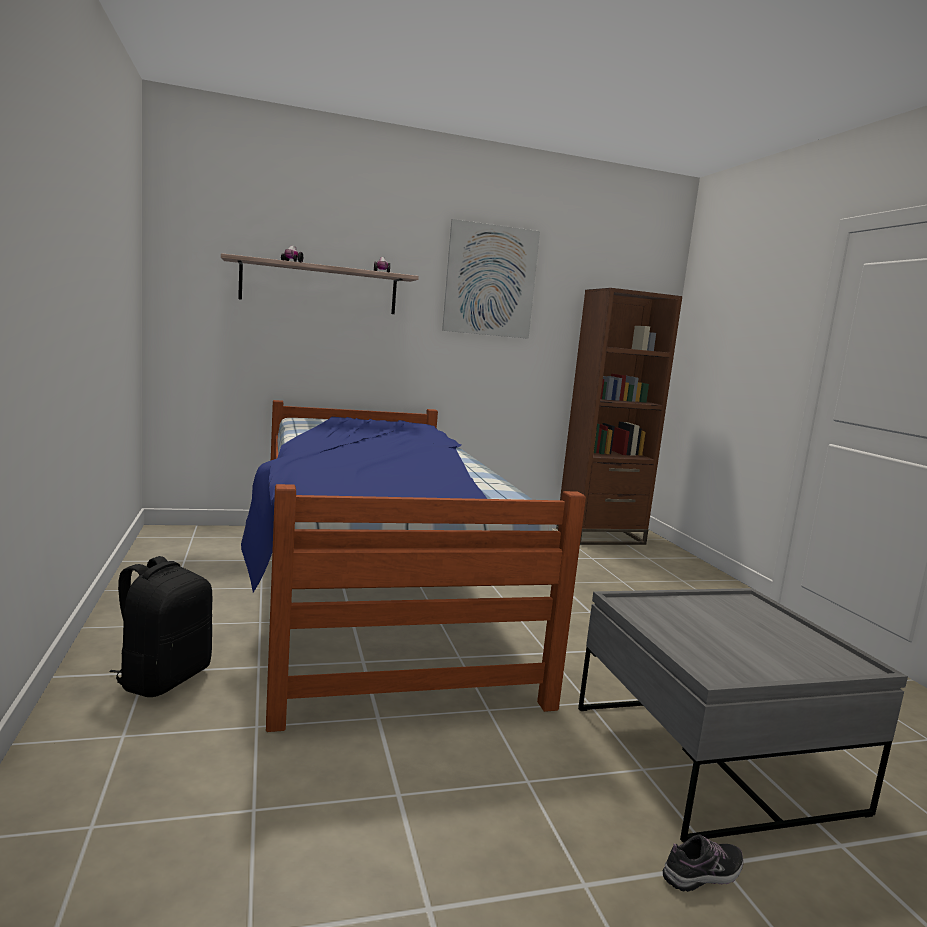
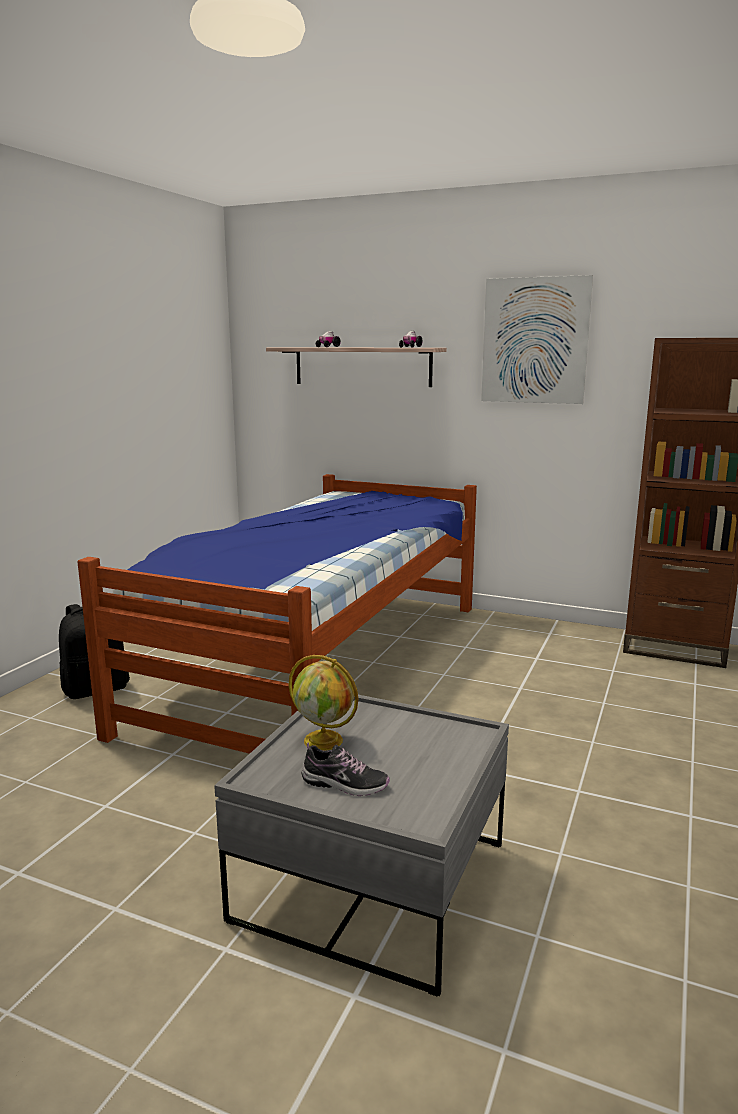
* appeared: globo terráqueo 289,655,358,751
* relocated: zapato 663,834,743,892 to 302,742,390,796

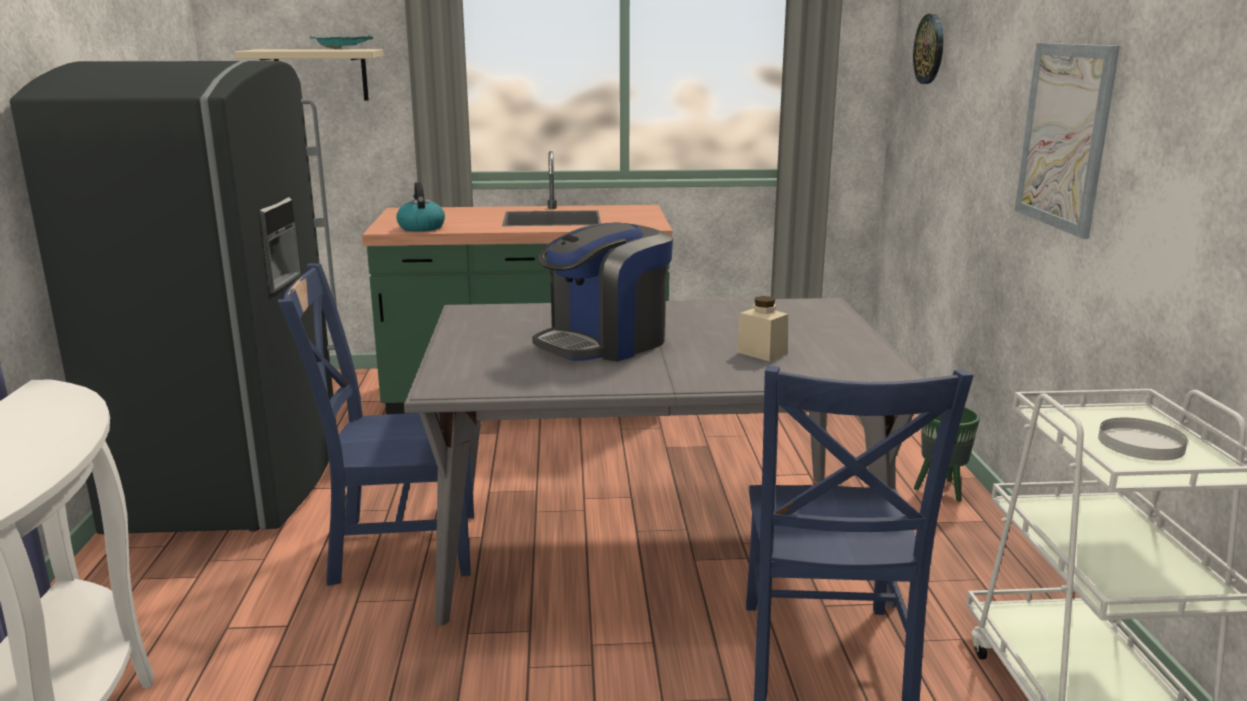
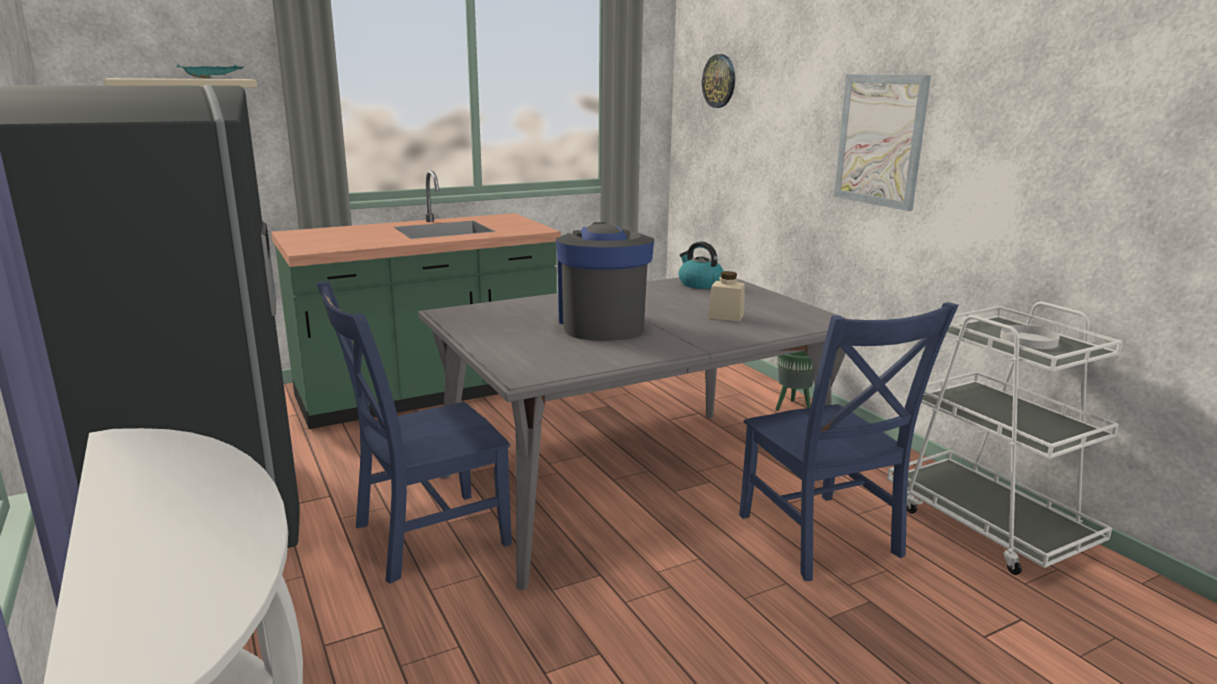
* relocated: hervidor 396,182,445,232 to 679,242,724,289
* spun: cafetera 532,222,673,361 = 556,222,654,341 150 degrees clockwise

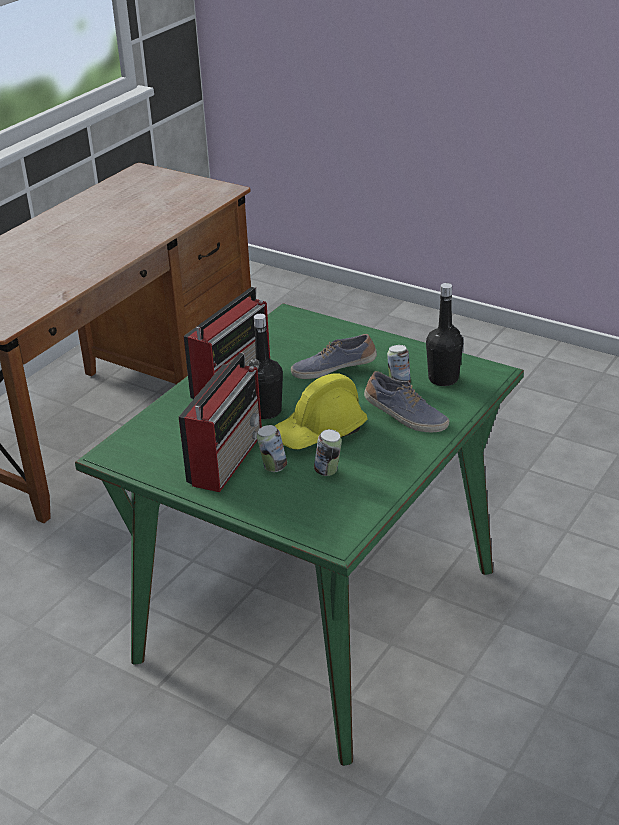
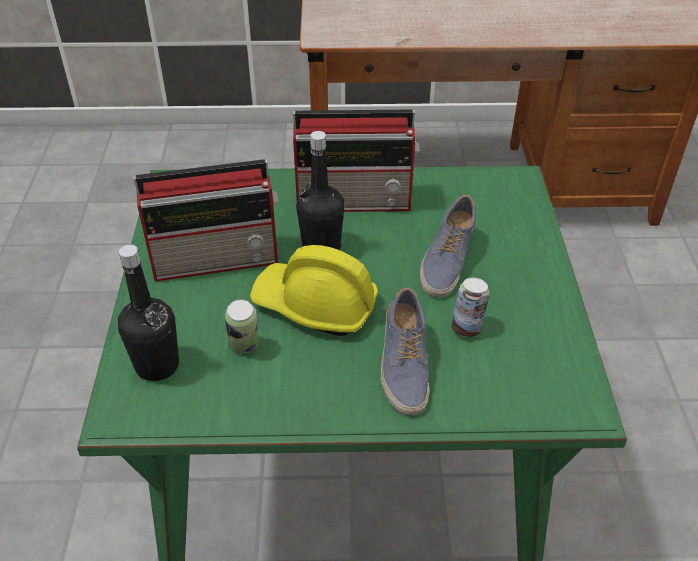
* missing: lata 257,425,287,472
* relocated: botella [negro] 426,283,463,386 to 118,245,179,381
* spun: zapato 291,334,377,379 = 420,195,477,298 120 degrees counterclockwise

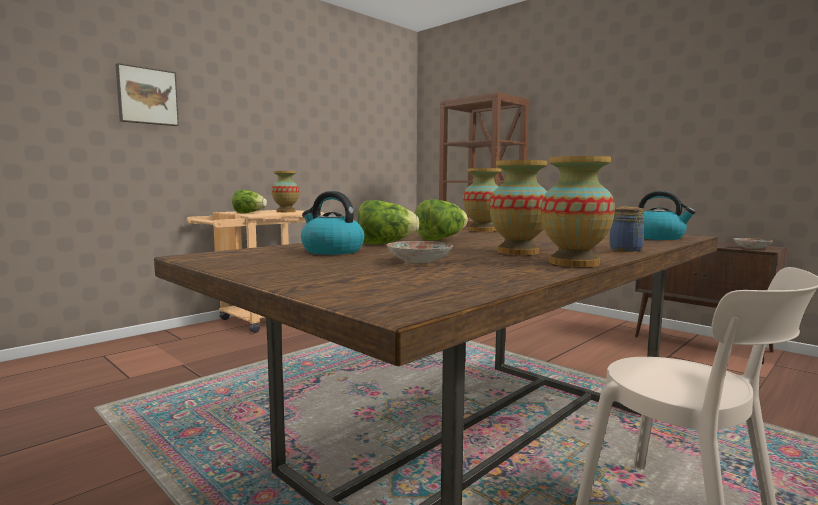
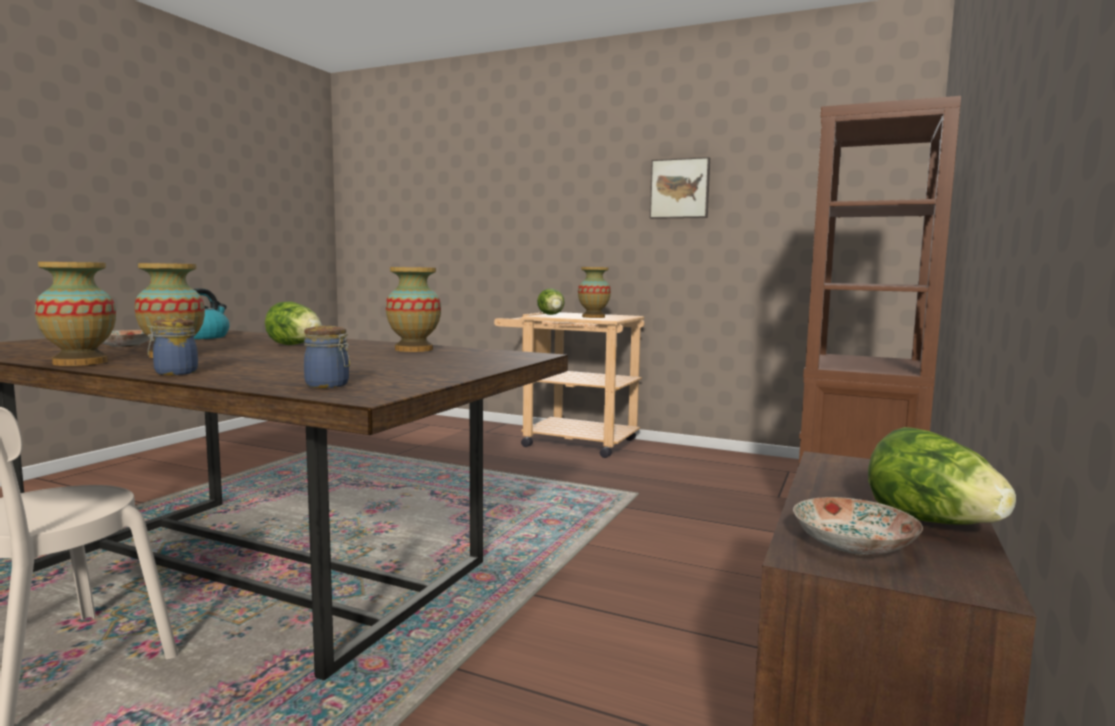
* relocated: cuadro 115,63,179,126 to 650,157,710,219
* relocated: lechuga 357,200,419,245 to 868,427,1016,525
* exchanged: hervidor 639,191,696,240 to tarro 304,326,350,388

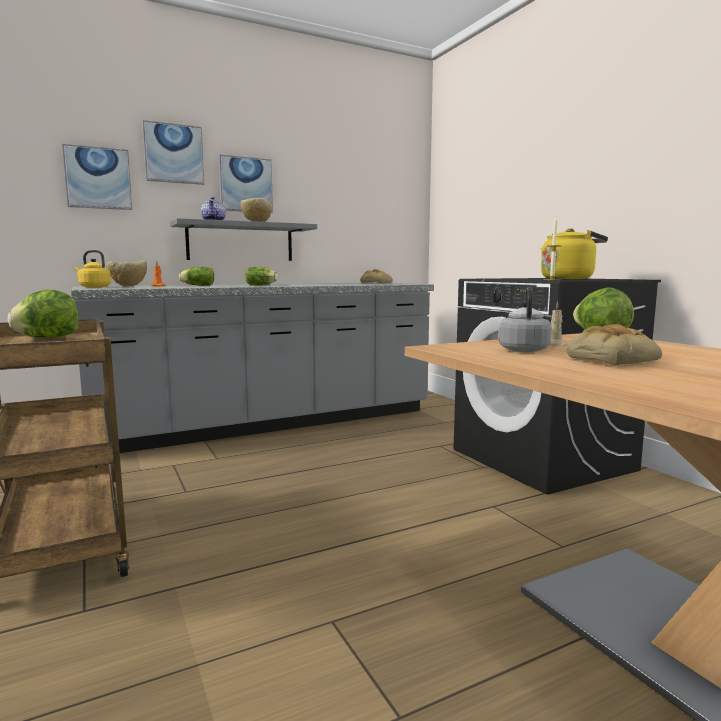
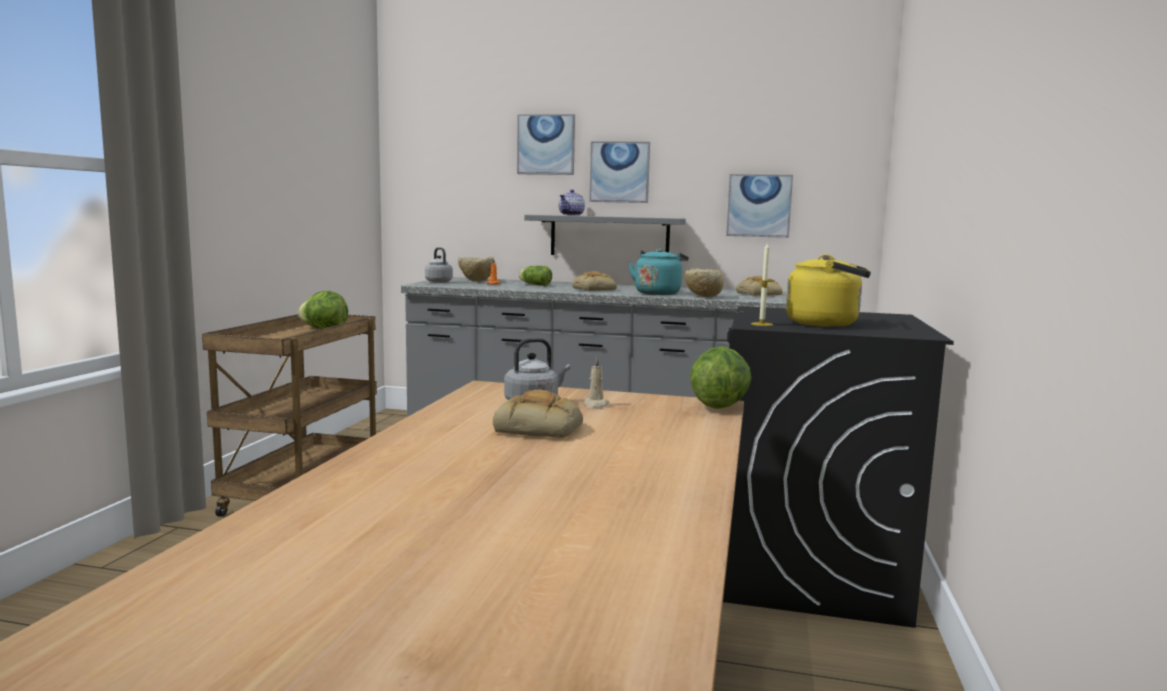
* appeared: hervidor [turquesa] 628,248,689,295
* relocated: cuadro 62,144,132,210 to 726,174,793,238
* relocated: cuenco [beis] 240,198,272,222 to 685,268,724,297
* exchanged: lechuga 245,267,278,285 to pan 572,271,617,291
* colour: hervidor [amarillo] 74,250,111,288 to hervidor [gris] 425,247,453,283

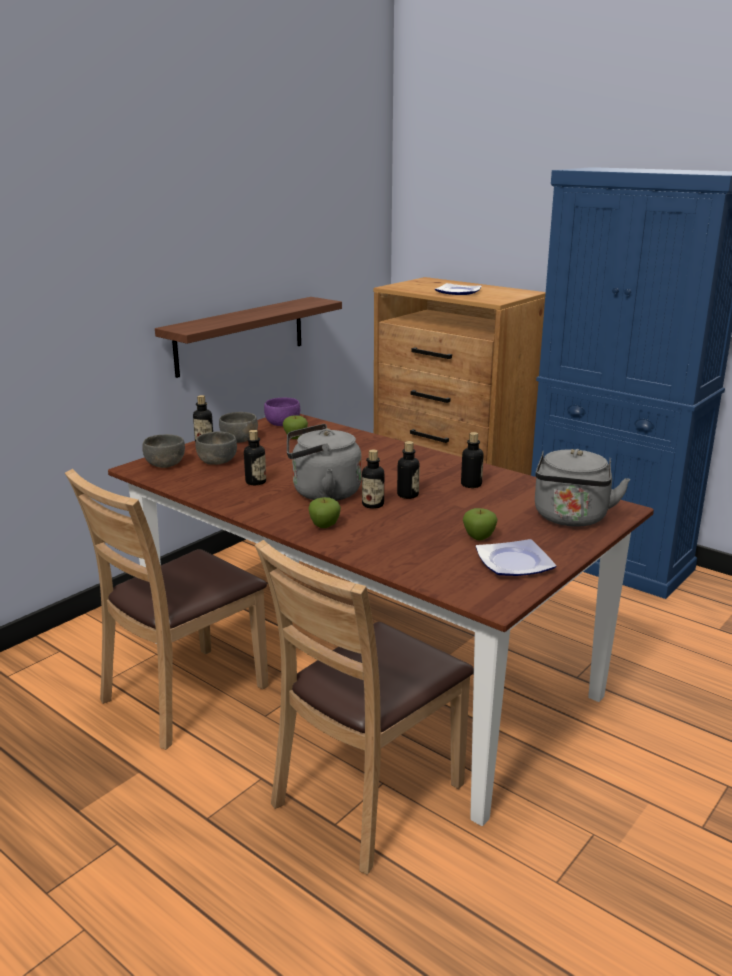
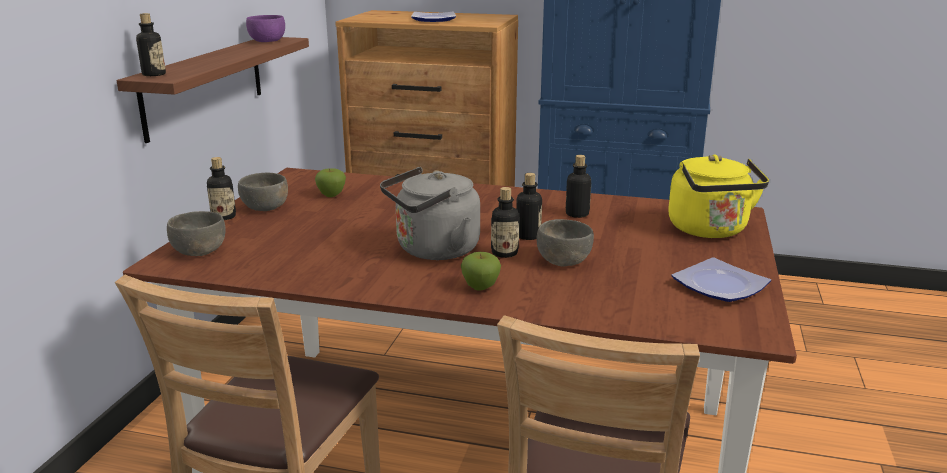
* missing: manzana 463,508,498,541
* relocated: cuenco [gris] 196,432,237,465 to 537,219,594,266
* relocated: botella 244,430,266,485 to 136,13,166,76
* relocated: cuenco [morado] 264,398,300,426 to 246,15,285,42
* colour: hervidor [gris] 535,449,630,527 to hervidor [amarillo] 668,154,769,238

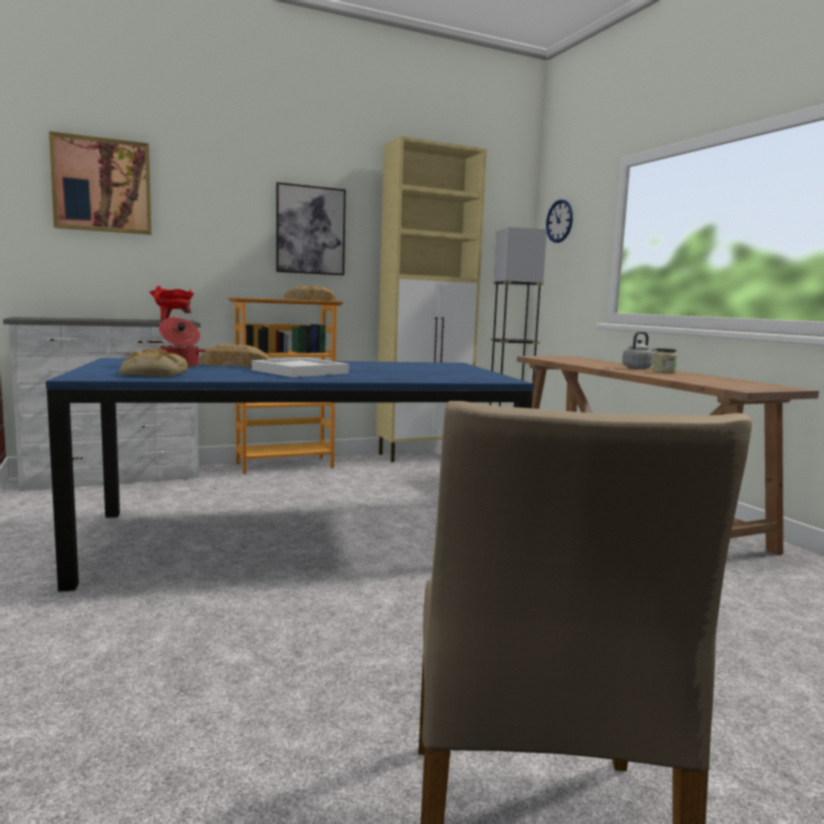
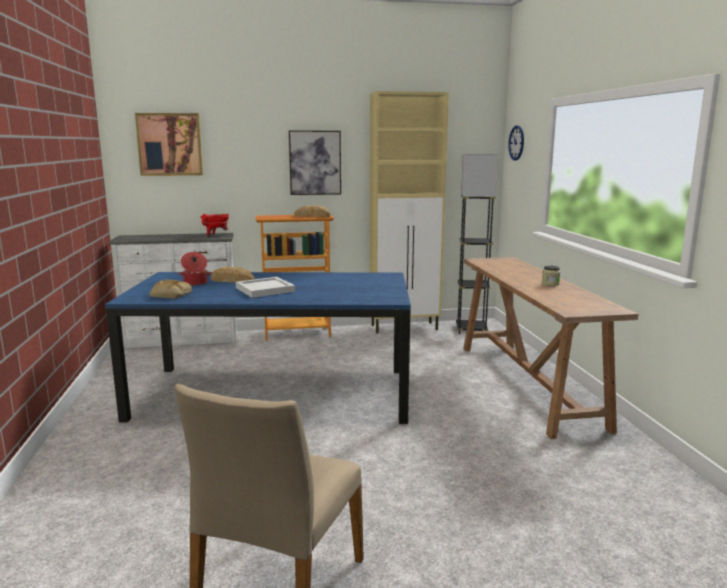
* missing: hervidor [gris] 622,331,656,369

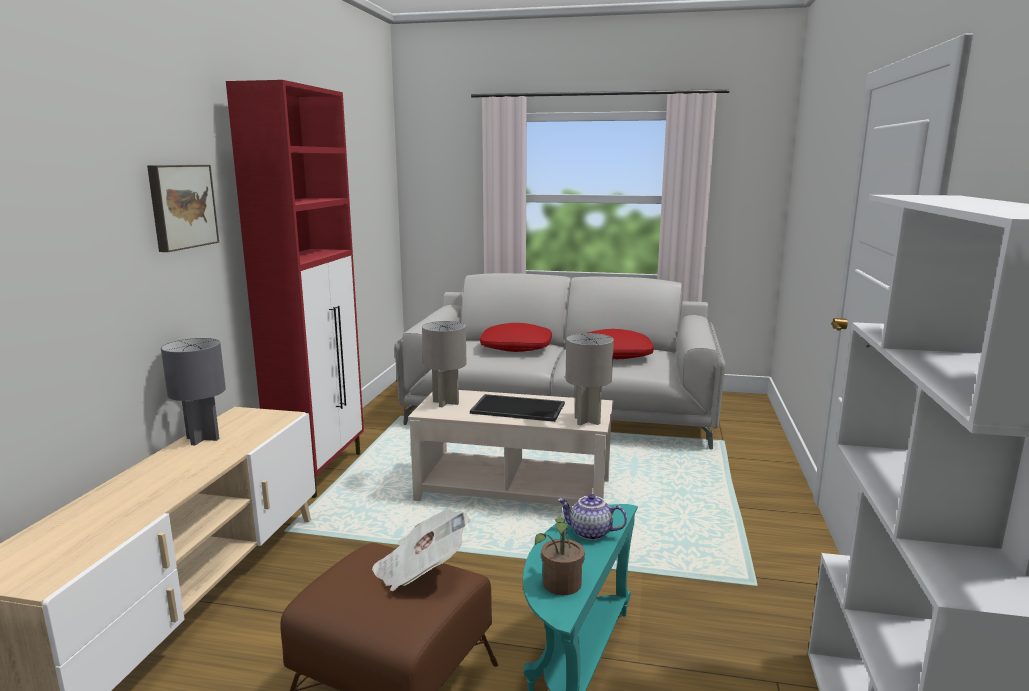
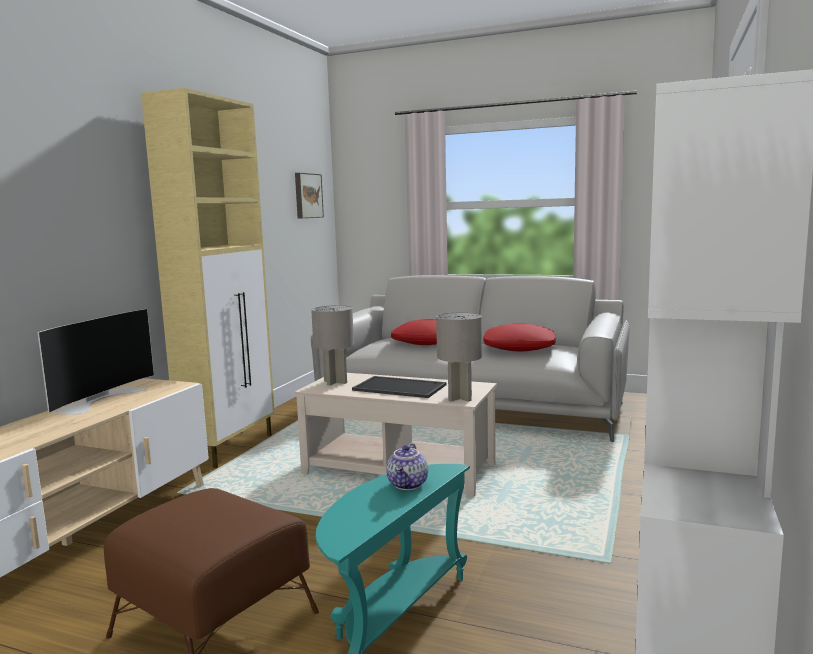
* missing: periódico 372,509,470,591
* missing: planta en maceta 535,518,585,595
* relocated: cuadro 147,165,219,252 to 295,173,324,219
* exchanged: lámpara de mesa [gris] 161,338,226,445 to televisor 37,309,154,415
* colour: armario [rojo] 226,80,364,498 to armario [beis] 141,88,275,468
* spun: tetera 557,494,627,540 = 386,443,428,490 105 degrees counterclockwise

